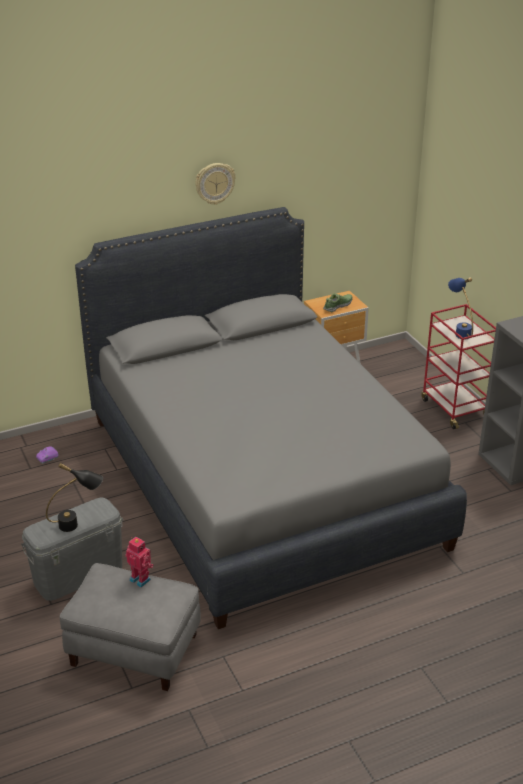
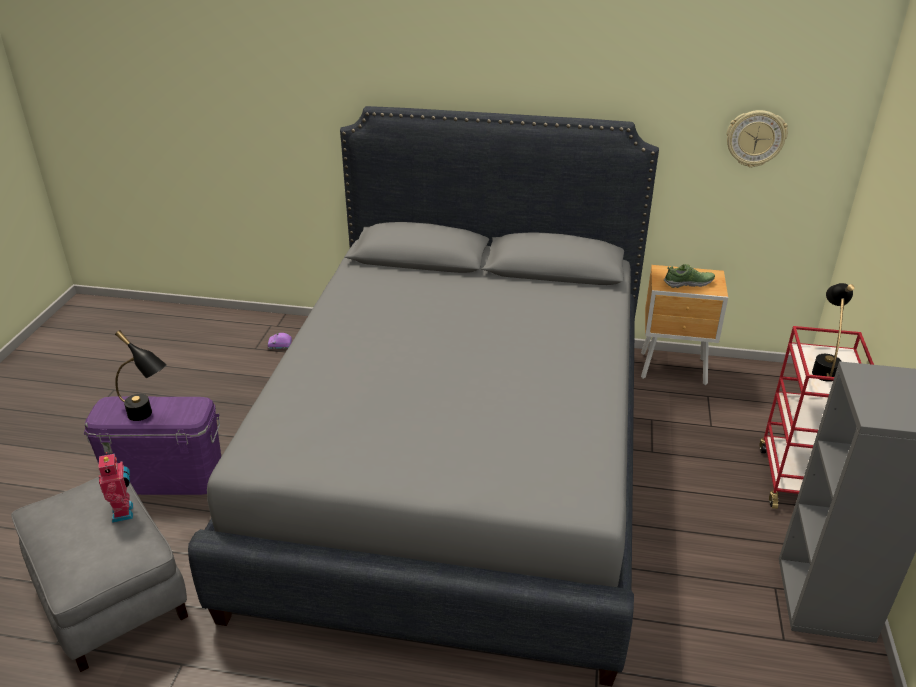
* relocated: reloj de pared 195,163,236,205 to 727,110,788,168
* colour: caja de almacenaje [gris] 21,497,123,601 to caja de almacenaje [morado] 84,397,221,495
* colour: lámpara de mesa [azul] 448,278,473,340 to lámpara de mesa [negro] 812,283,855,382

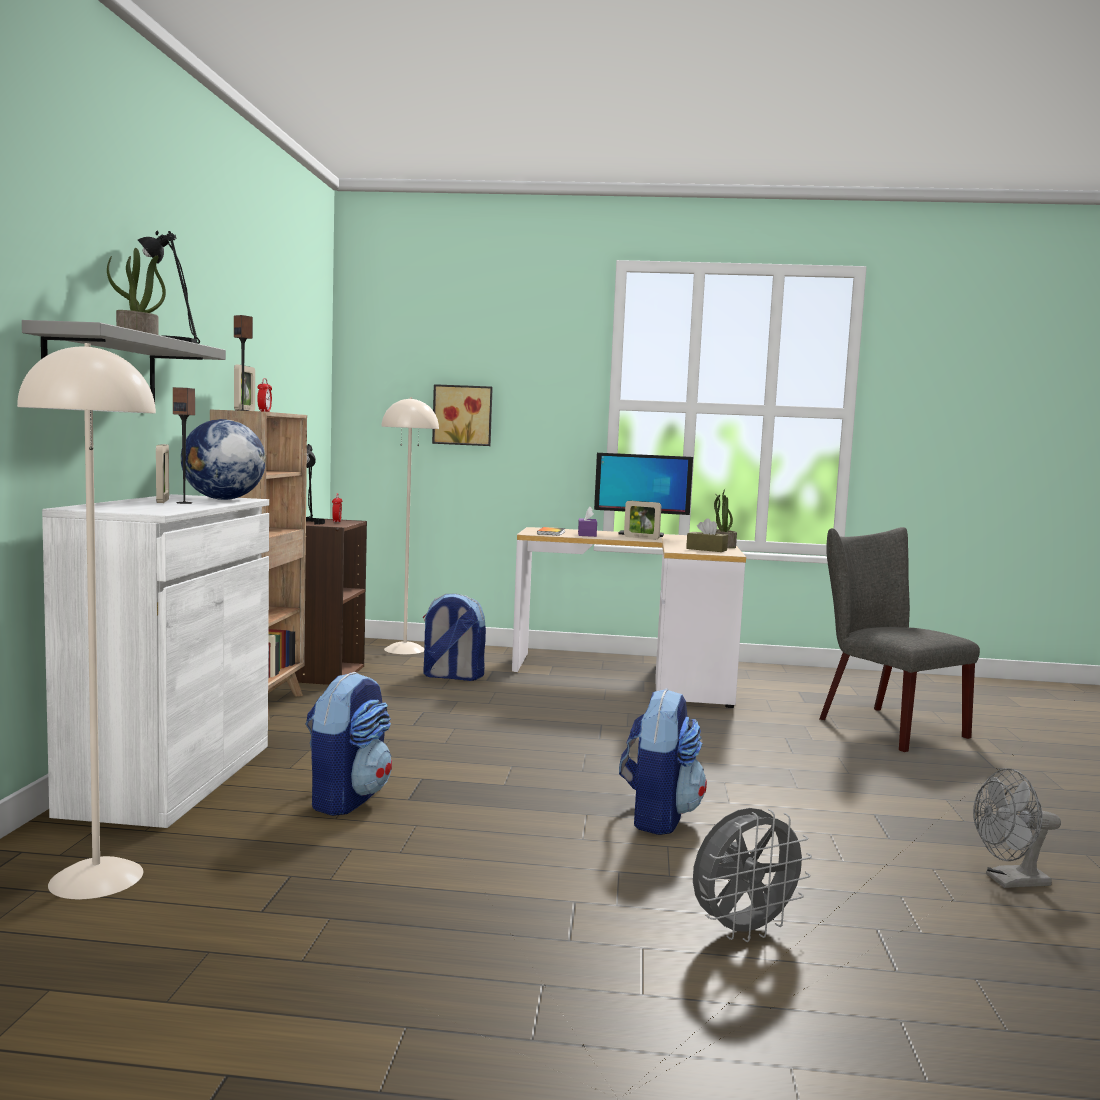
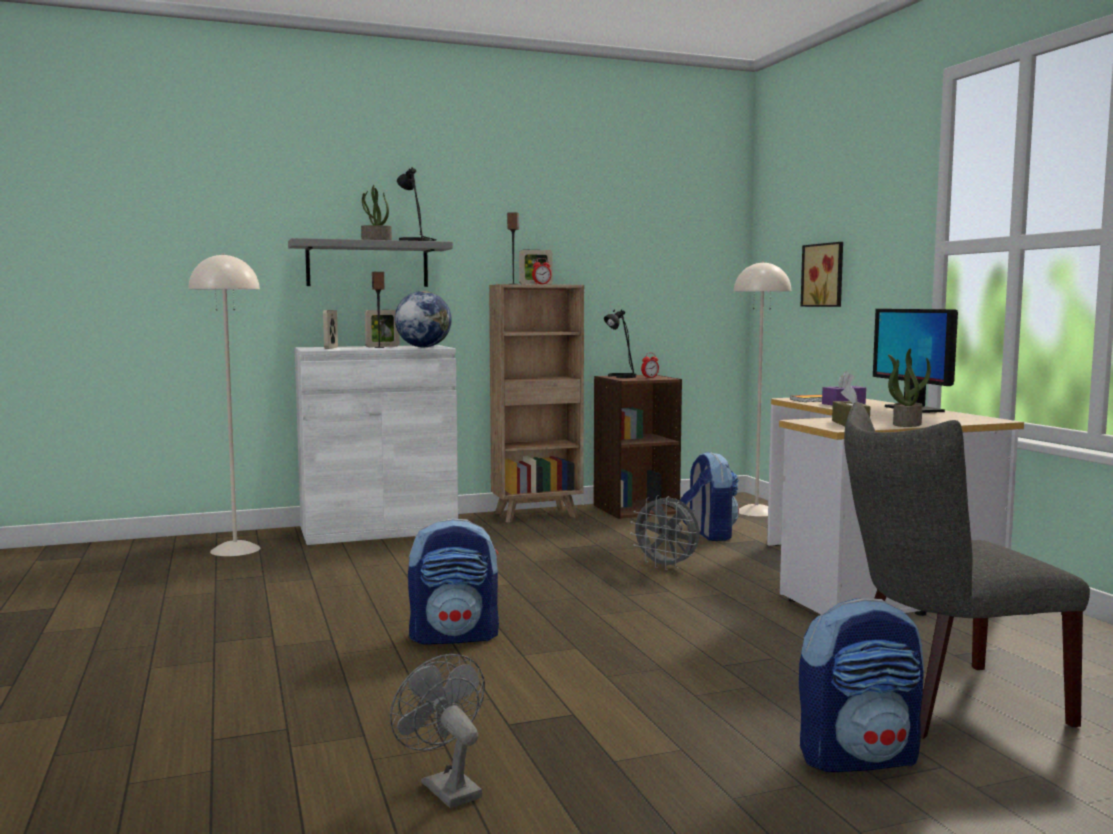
* relocated: mochila 305,672,392,816 to 799,598,924,772
* relocated: portarretratos 624,501,661,540 to 323,310,338,349
* relocated: ventilador [gris] 693,808,812,942 to 630,495,699,570
* spun: silla [gris] 819,527,980,752 = 844,402,1090,739 135 degrees counterclockwise

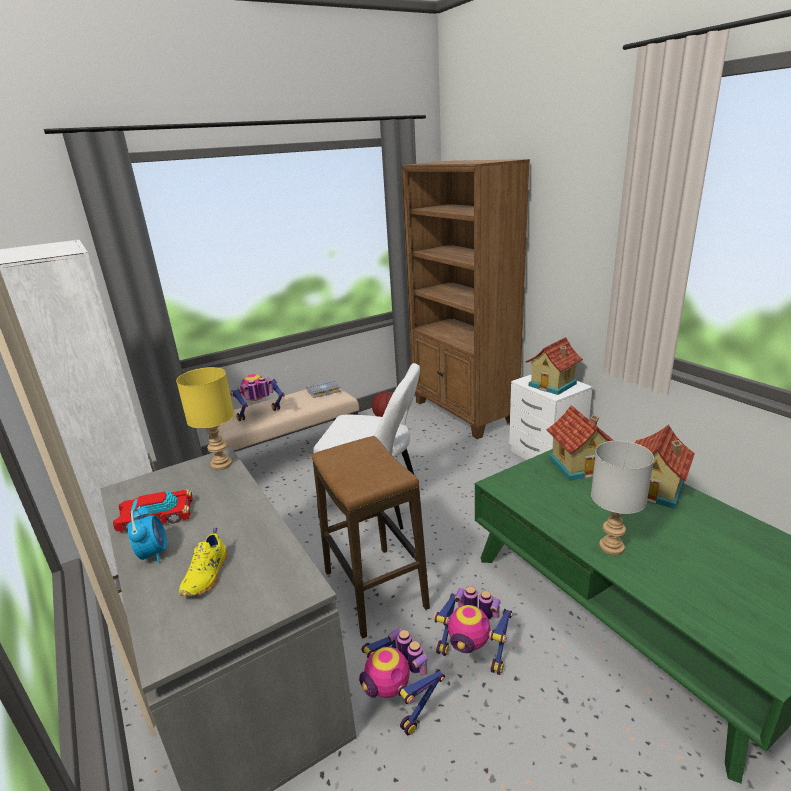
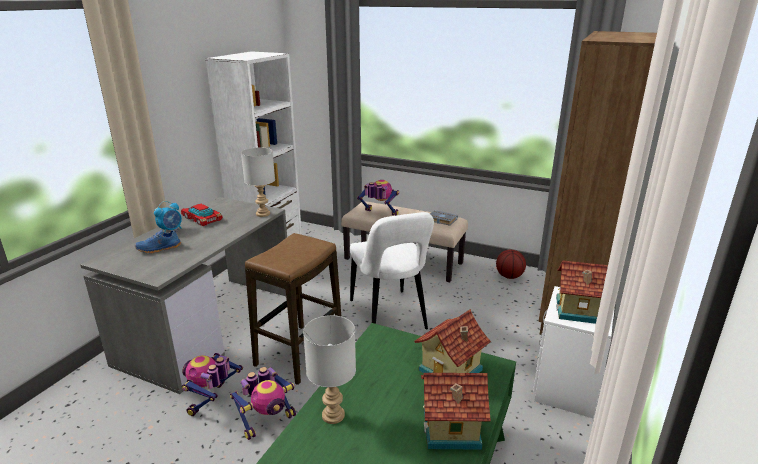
* colour: lámpara de mesa [amarillo] 176,367,234,470 to lámpara de mesa [gris] 241,148,275,217
* colour: zapato [amarillo] 179,528,228,596 to zapato [azul] 134,228,181,253
* spun: robot de juguete 433,586,513,675 = 230,367,296,440 120 degrees counterclockwise

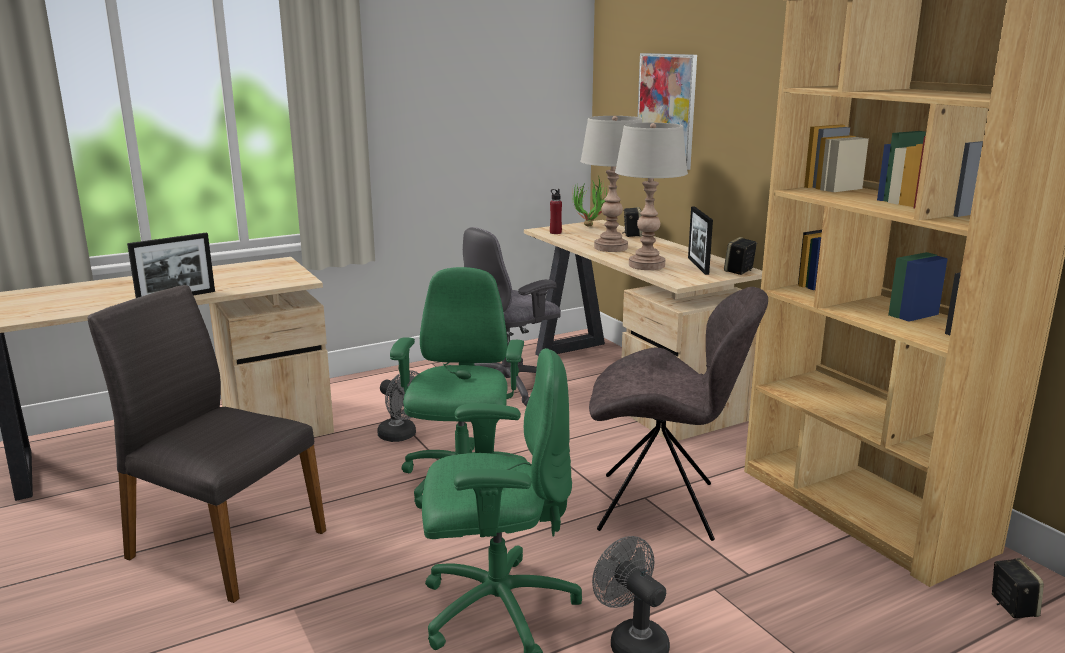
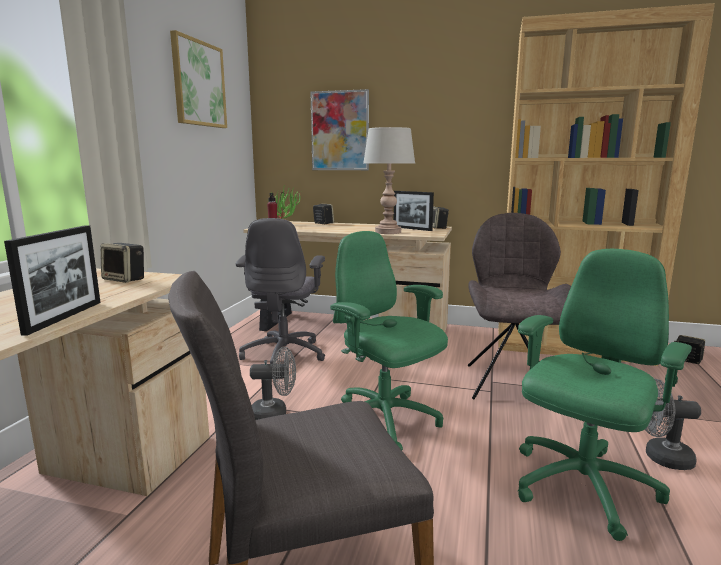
* missing: lámpara de mesa [gris] 580,116,643,252
* appeared: altavoz 100,243,144,283
* appeared: cuadro 170,30,227,128
* spun: silla [gris] 589,287,768,541 = 468,213,571,399 45 degrees counterclockwise

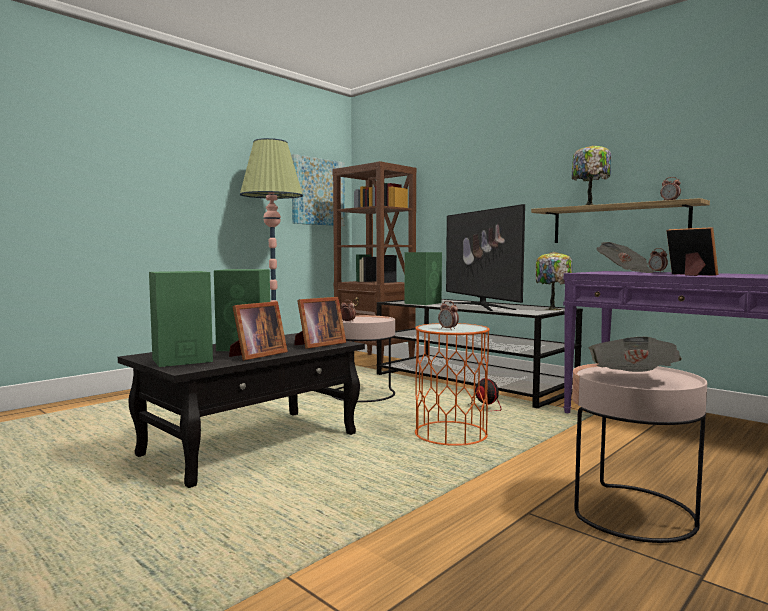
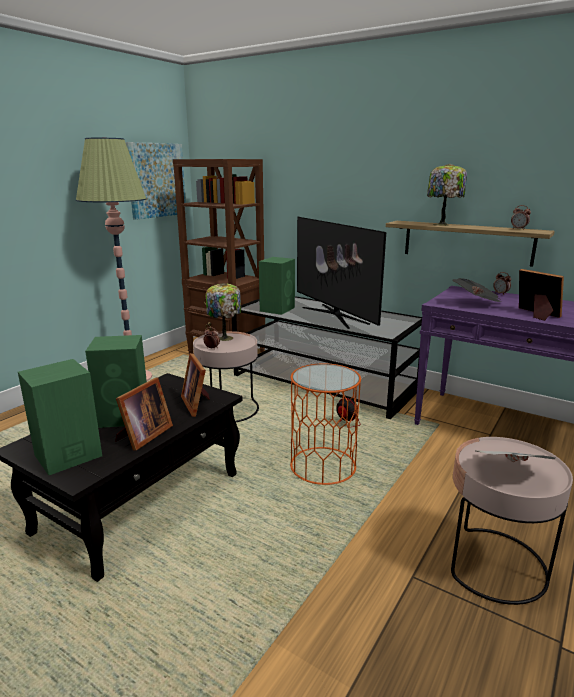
* missing: despertador 438,301,459,330
* relocated: lámpara de mesa 536,252,572,310 to 206,283,241,341
* spun: portarretratos 294,297,346,349 = 181,353,210,417 120 degrees clockwise

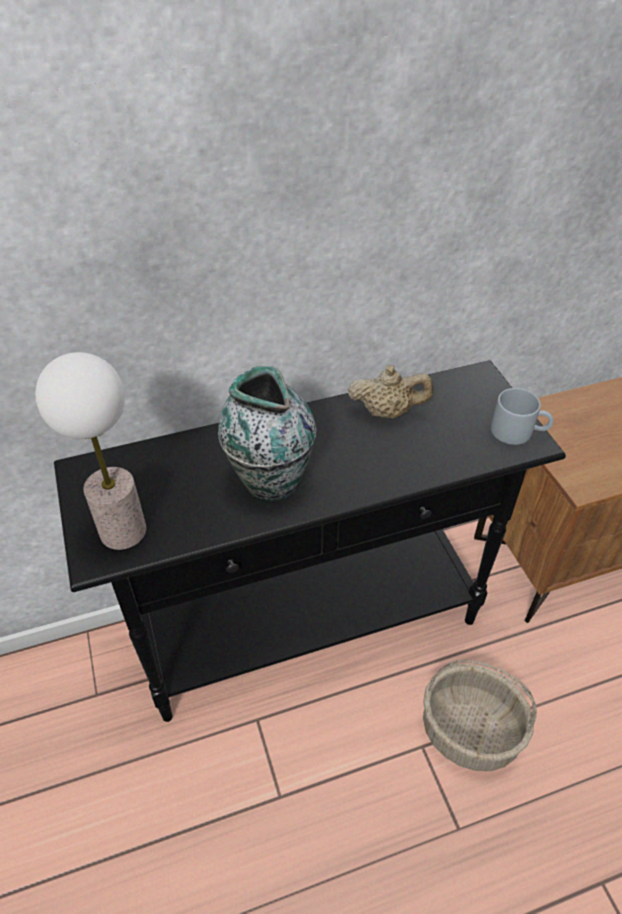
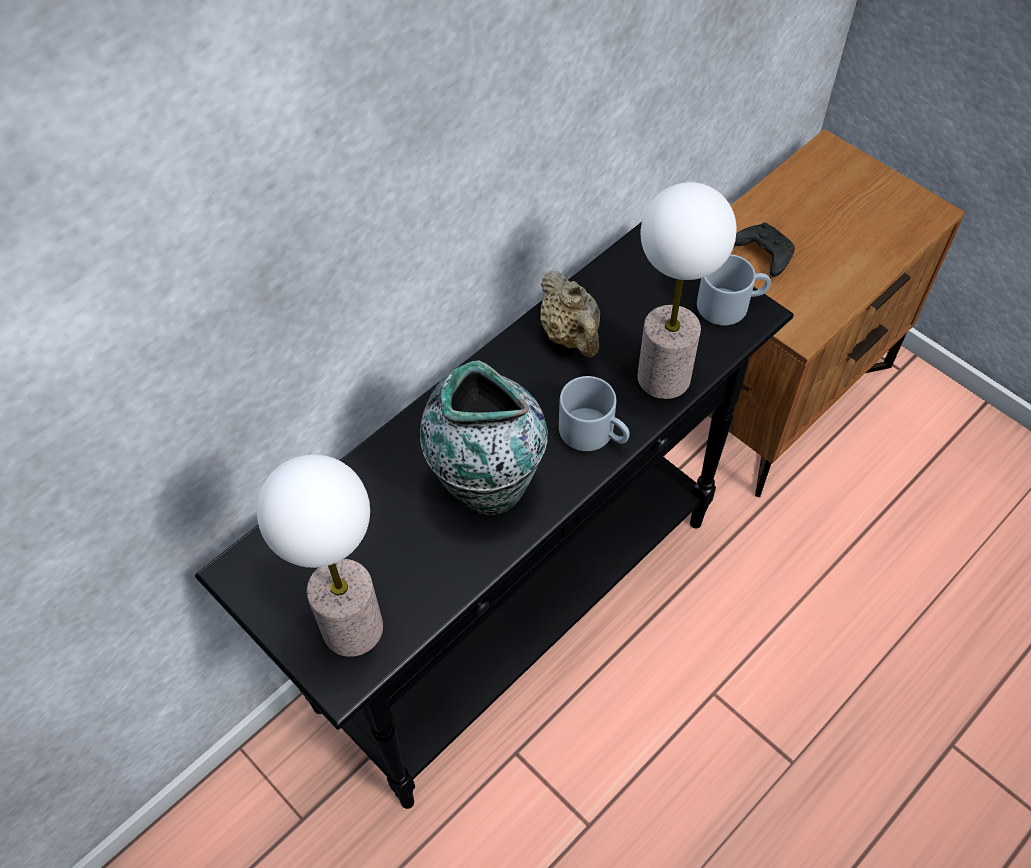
* missing: cesta 423,660,537,771
* appeared: taza grande [gris] 559,376,630,451
* appeared: lámpara de mesa 637,182,737,399
* appeared: mando de consola [negro] 734,222,795,277
* spun: tetera [beis] 348,365,434,419 = 540,270,600,358 90 degrees clockwise

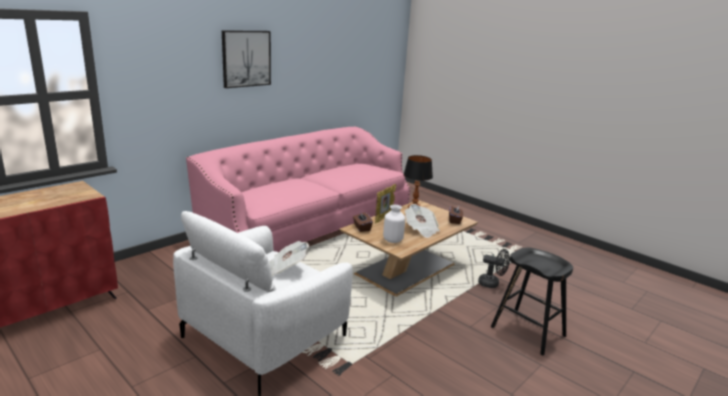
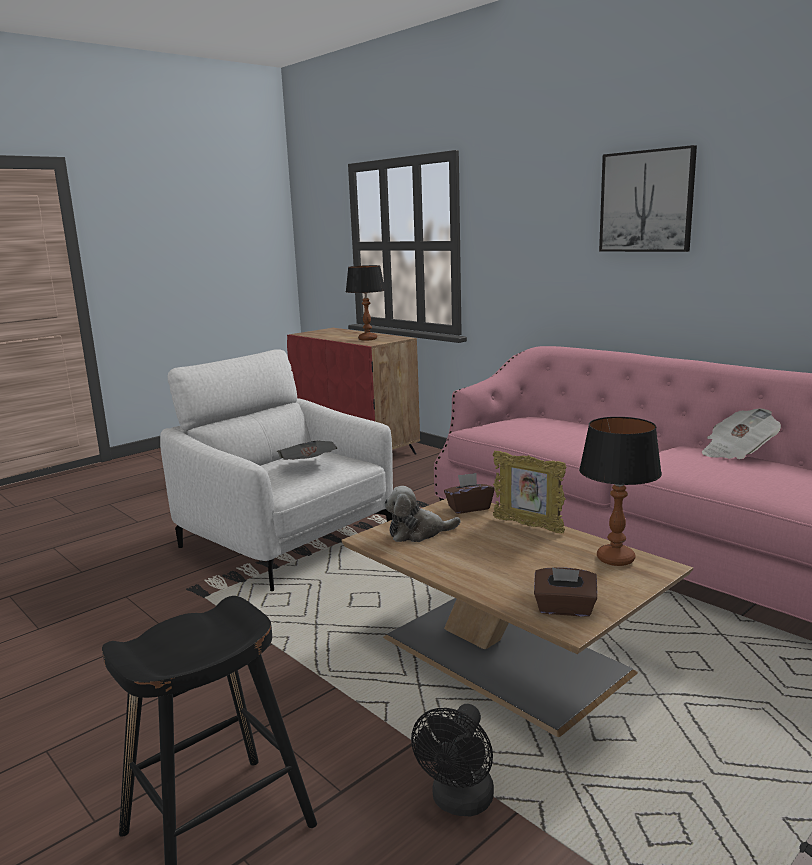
* appeared: lámpara de mesa 346,265,385,341
* relocated: periódico 405,204,440,238 to 702,408,781,459
* exchanged: florero [blanco] 383,205,405,243 to peluche 384,486,461,542

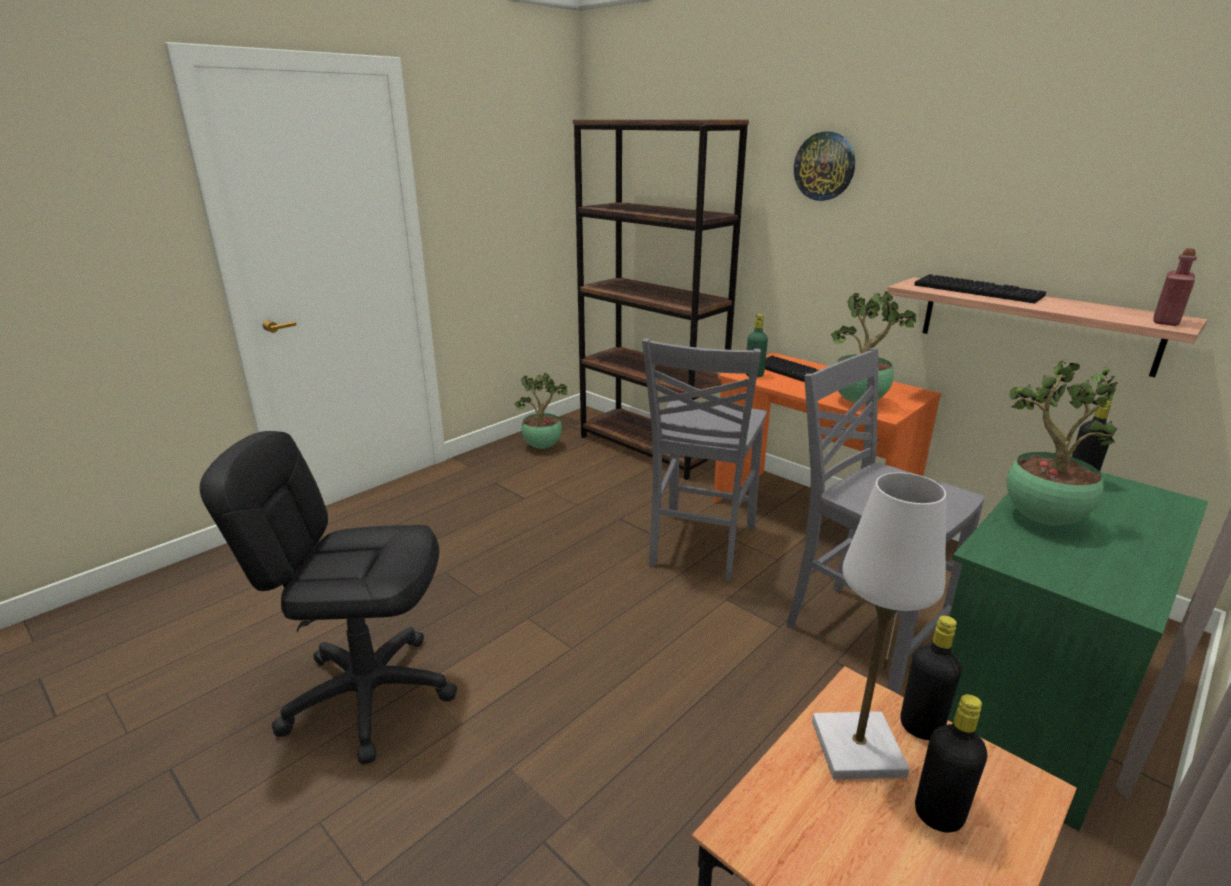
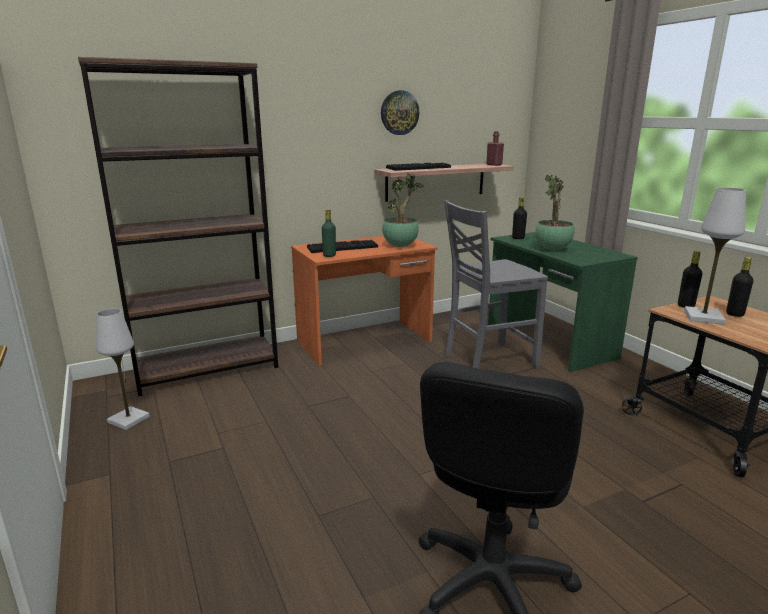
* missing: silla [gris] 642,338,767,581
* relocated: reloj de pared 794,132,855,201 to 381,90,419,135
* exchanged: planta en maceta 514,373,568,449 to lámpara de mesa [blanco] 96,308,150,430

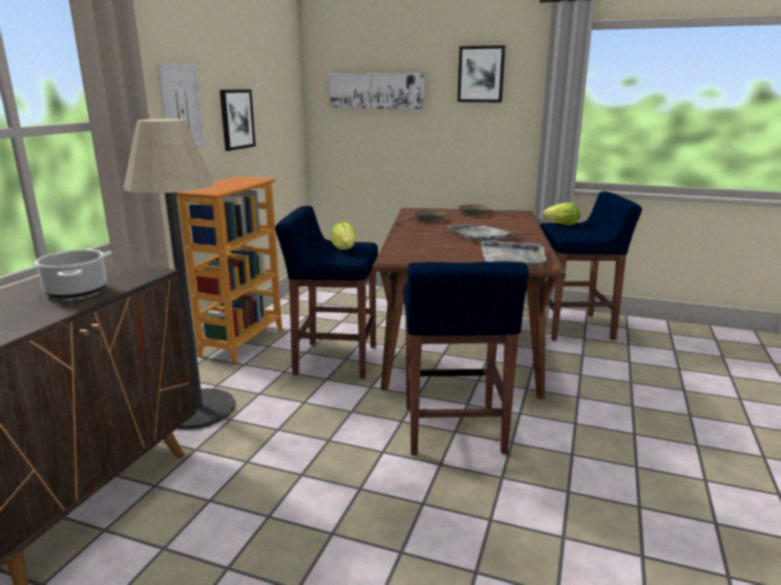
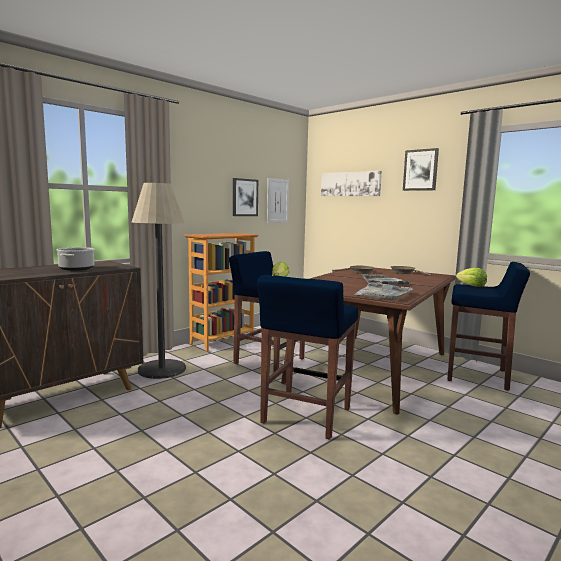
* relocated: cuadro 157,63,205,149 to 267,178,289,223

